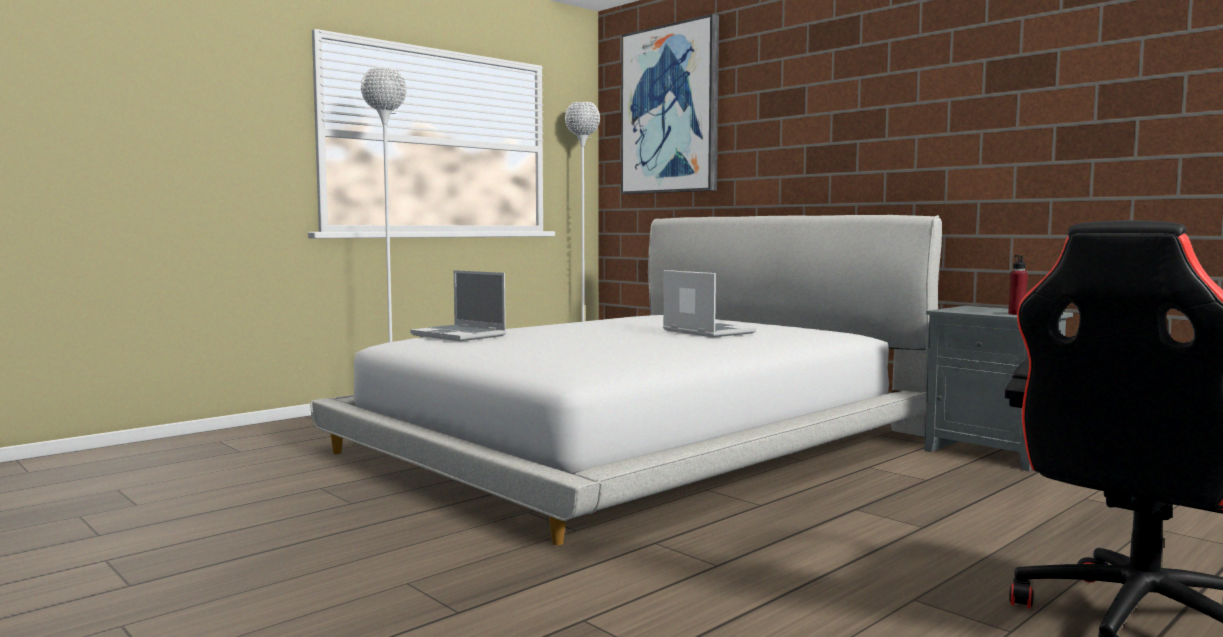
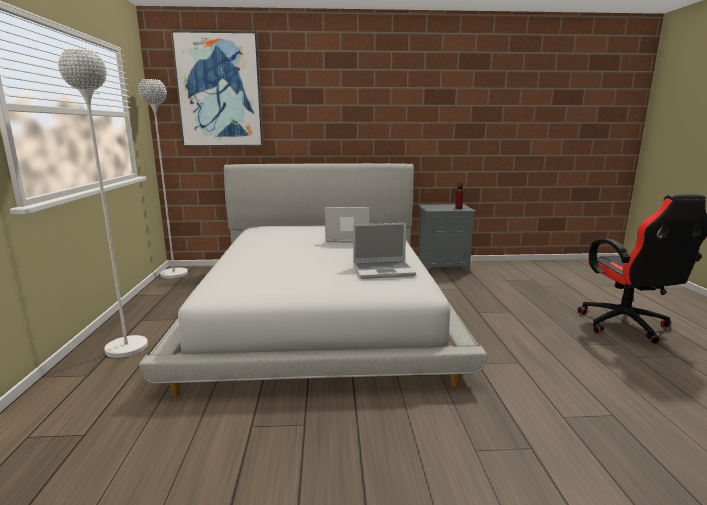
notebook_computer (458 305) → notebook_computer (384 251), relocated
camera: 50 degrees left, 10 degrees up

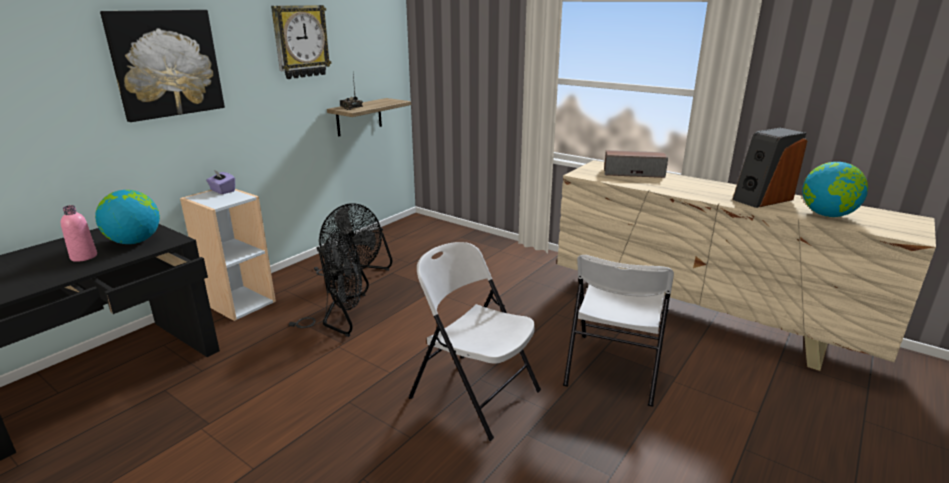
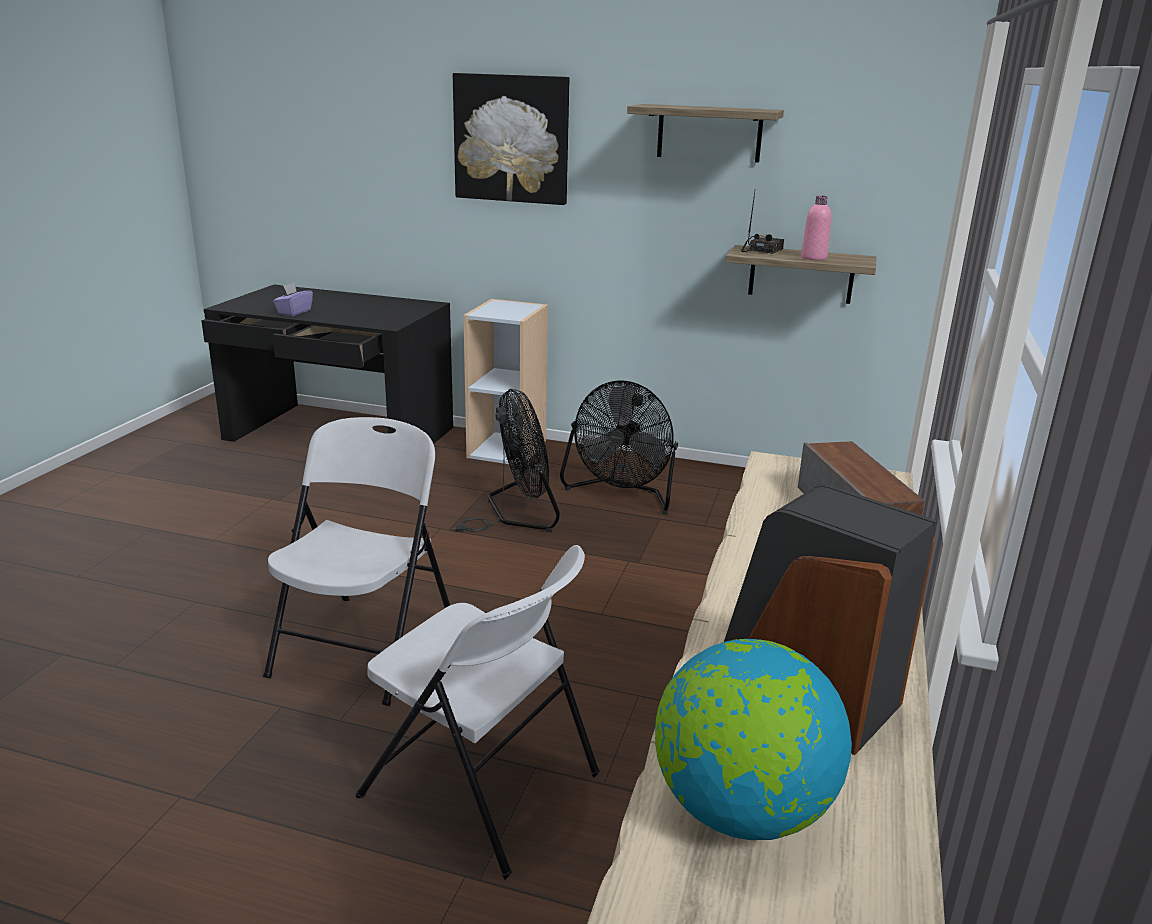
hanging_clock (301 42) → wall_shelf (705 133)
purplish_tissue_holder (220 181) → purplish_tissue_holder (293 299), relocated
world_globe (127 217) → -
pinkish_bottle (79 233) → pinkish_bottle (816 227), relocated
black-coloured_fan (328 284) → black-coloured_fan (506 461), 90 degrees counterclockwise
whitish_plain_chair (618 331) → whitish_plain_chair (478 712), 150 degrees counterclockwise
camera: 70 degrees right, 0 degrees up

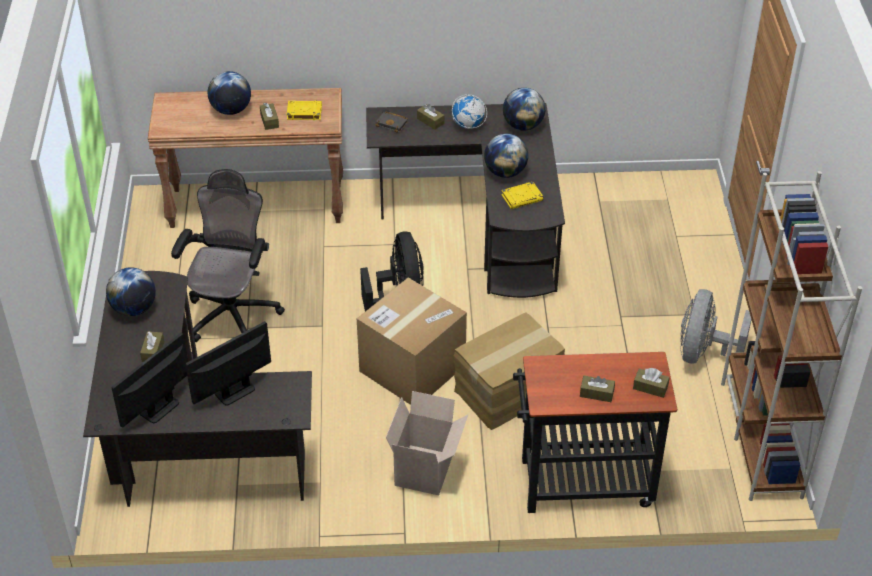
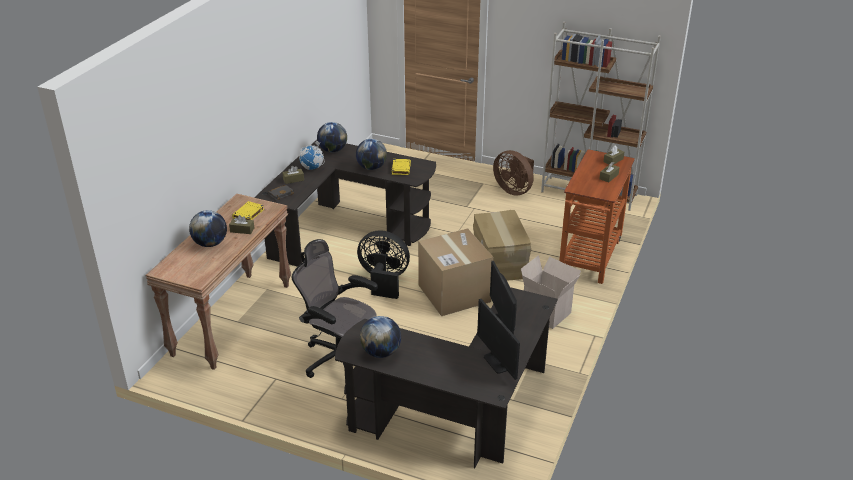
greyish_fan (716 326) → brown_fan (513 173)
brown_tissue_holder (152 346) → -
black-coloured_trolley (595 432) → orangey_trolley (597 216)
camera: 65 degrees left, 10 degrees down

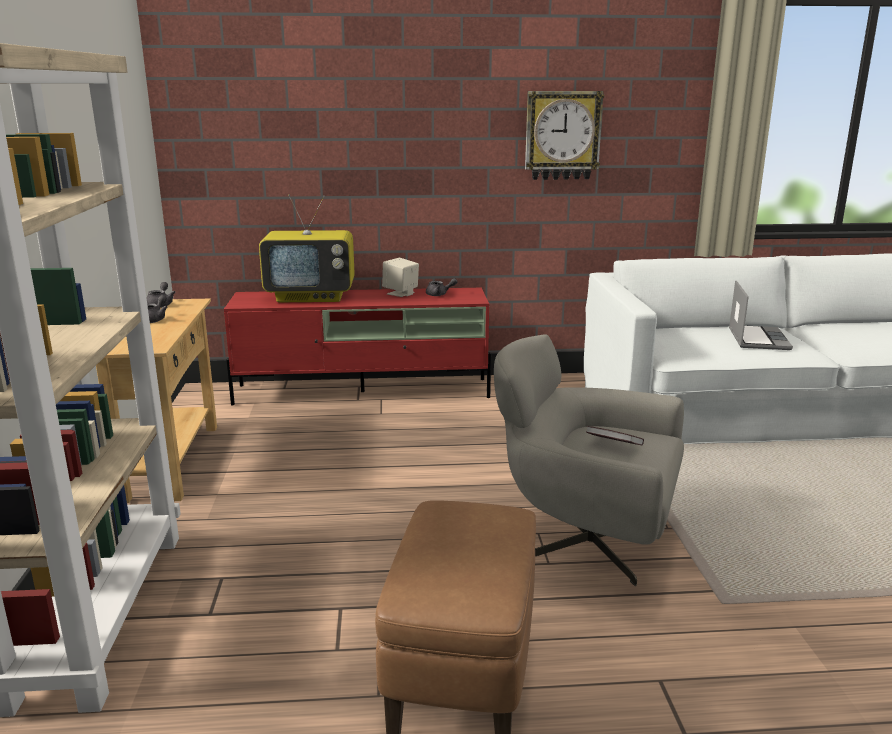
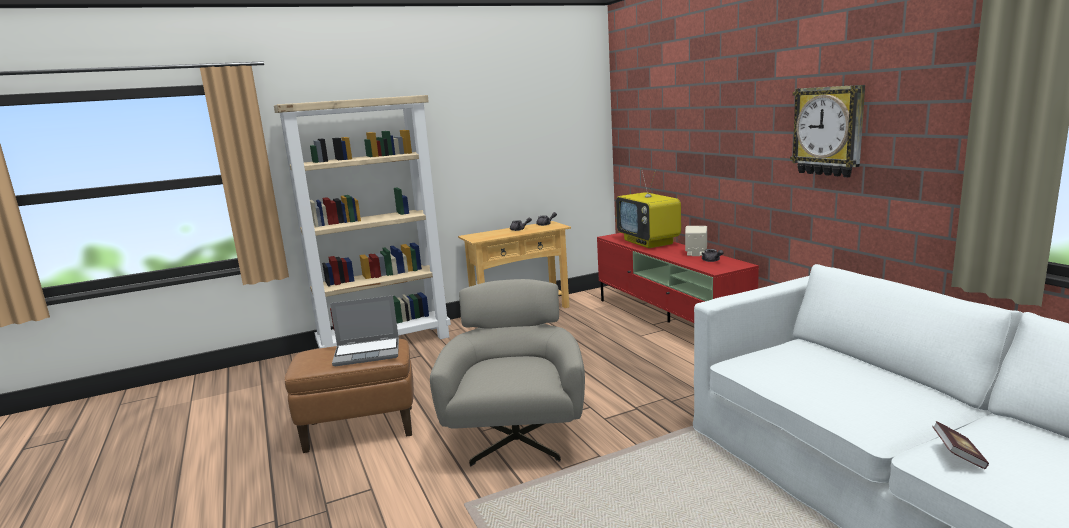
notebook_computer (761 315) → notebook_computer (364 331), relocated
bound_book (615 436) → bound_book (960 445), relocated
camera: 70 degrees right, 5 degrees down

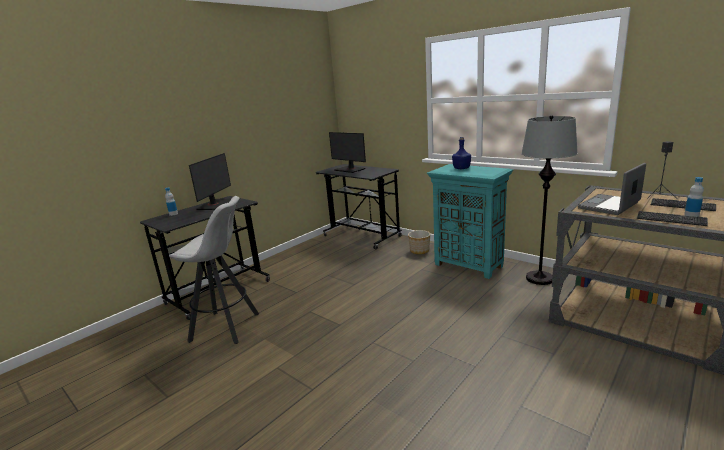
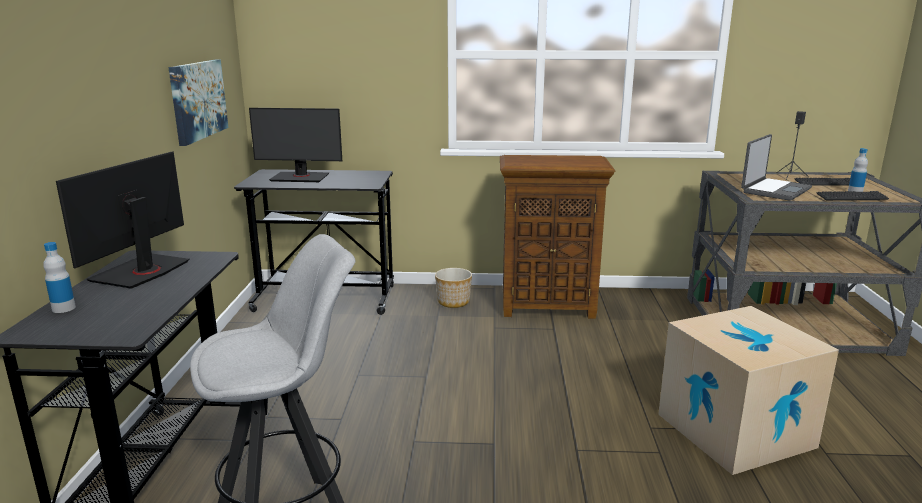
greyish_floor_lamp (549 200) → -
blue_bottle (461 153) → -
monitor (210 181) → monitor (122 220), 135 degrees counterclockwise
notebook_computer (612 189) → notebook_computer (776 167), 150 degrees counterclockwise
turquoise_cabinet (470 221) → brown_cabinet (558 237)
- → wall_art (198 103)
- → packing_box (748 390)
camera: 40 degrees left, 0 degrees up

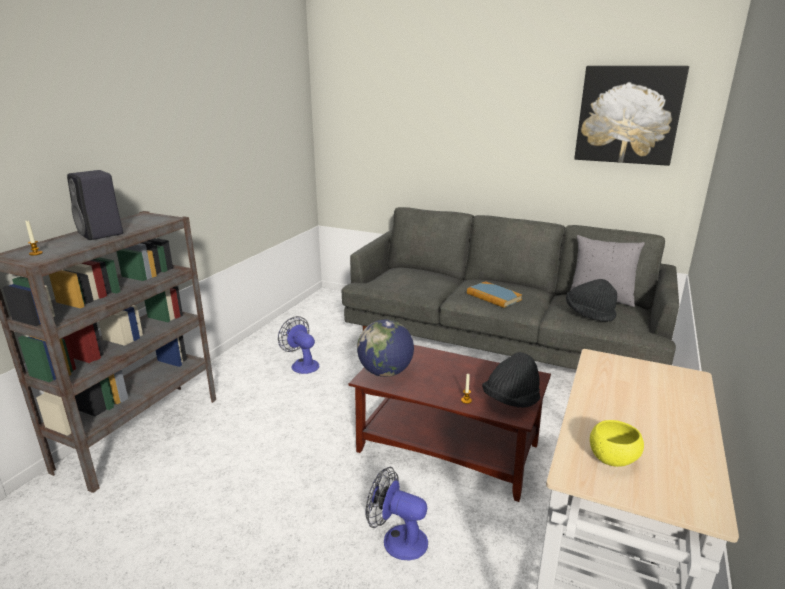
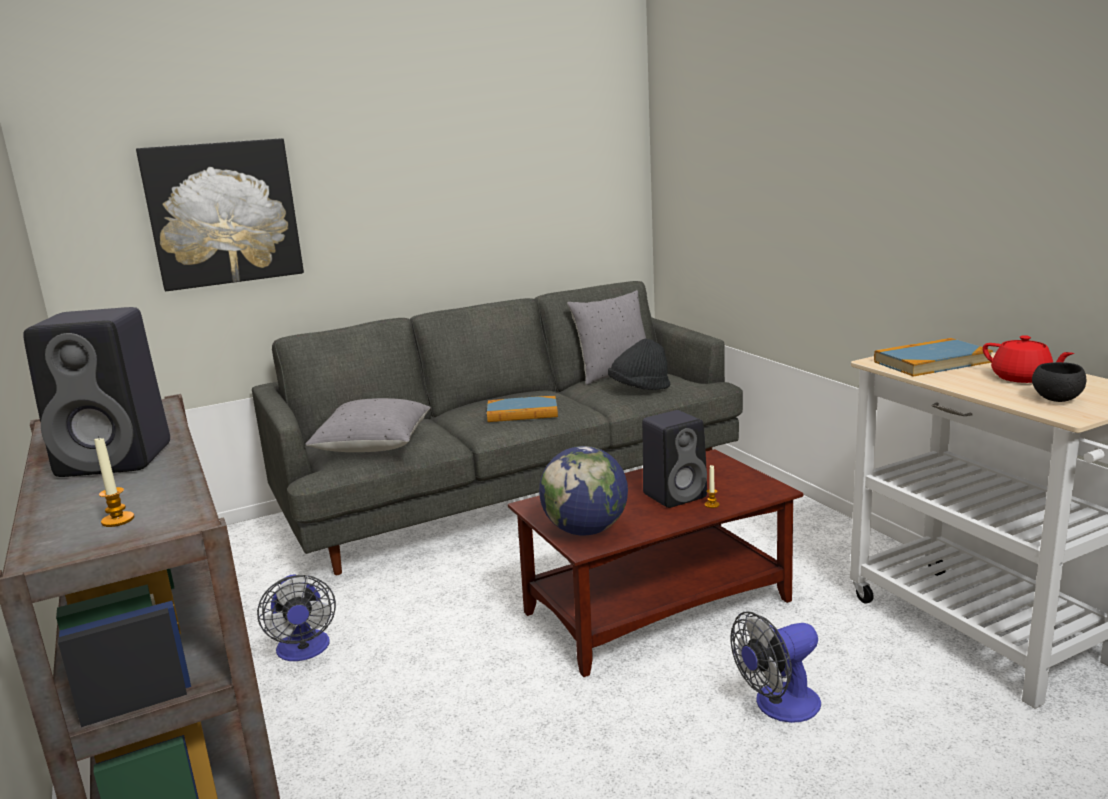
wall_art (631 116) → wall_art (220 214), relocated
fan (298 345) → fan (296 618), 105 degrees counterclockwise
black-coloured_hat (511 380) → -
yellowish_bowl (617 443) → black-coloured_bowl (1059 382)
- → reddish_tea_pot (1028 359)
- → bound_book (933 357)
- → greyish_pillow (368 425)
- → black-coloured_audio_speaker (674 459)
camera: 50 degrees left, 5 degrees down

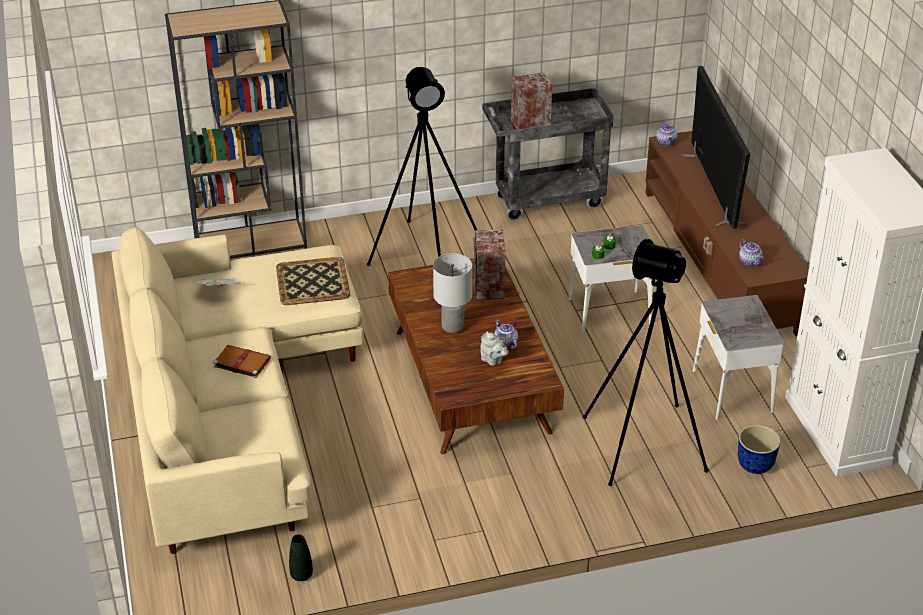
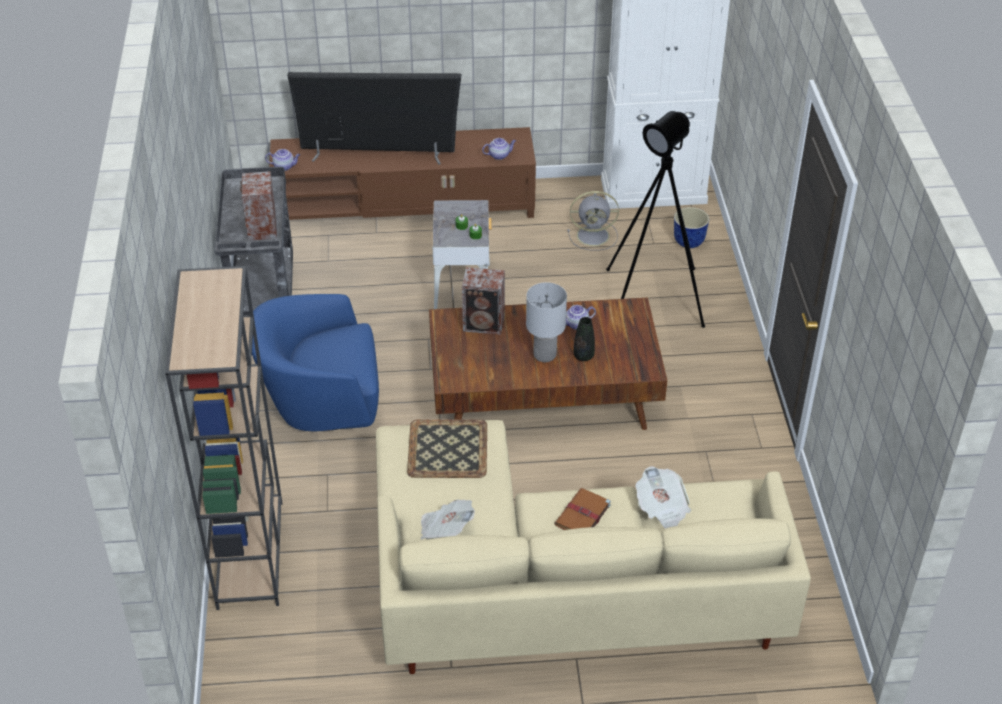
black-coloured_floor_lamp (422 166) → blue_easy_chair (315 362)
side_table (738 357) → greyish_fan (593 221)
greyish_tea_pot (494 349) → -
black-coloured_decorative_vase (301 557) → black-coloured_decorative_vase (584 339), relocated
- → daily_paper (663 497)
camera: 80 degrees left, 5 degrees up

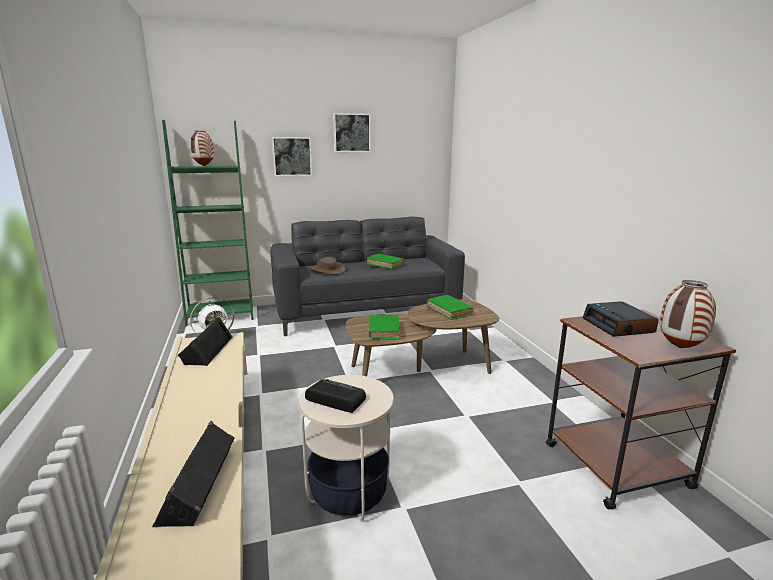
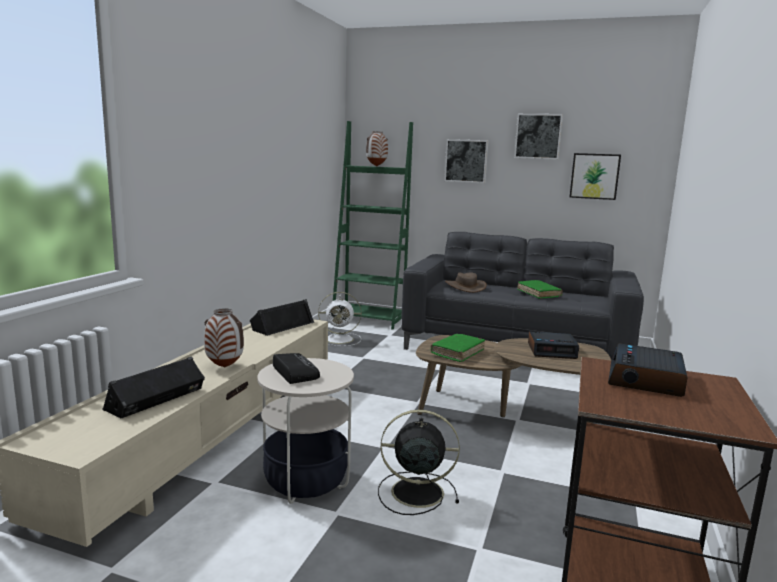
decorative_vase (688 314) → decorative_vase (224 338), relocated
green-coloured_bound_book (450 307) → bedside_clock (553 345)
- → wall_art (595 176)
- → black-coloured_fan (419 462)
camera: 35 degrees right, 5 degrees down

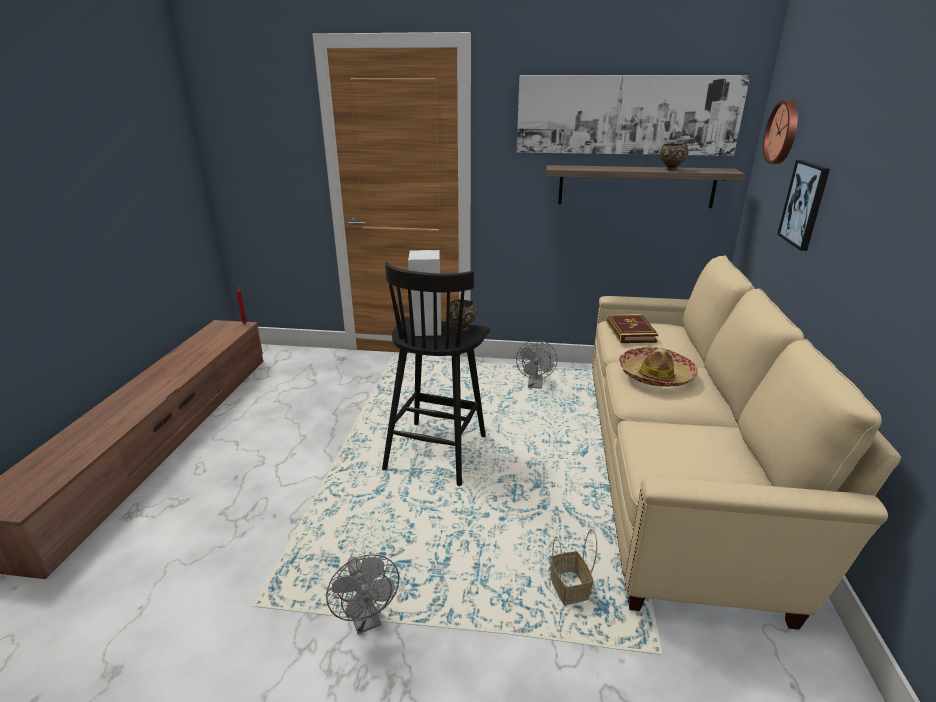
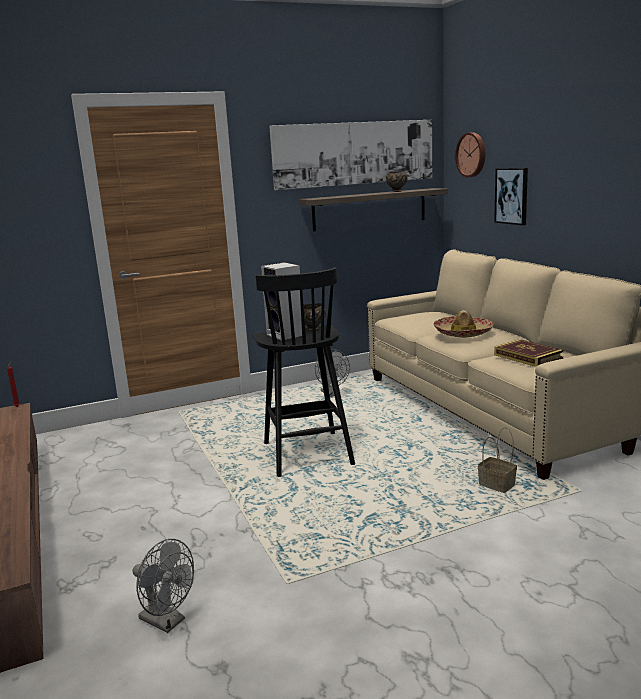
bound_book (632 328) → bound_book (529 353), relocated
greyish_fan (362 594) → greyish_fan (163 586), relocated
camera: 30 degrees left, 10 degrees down

